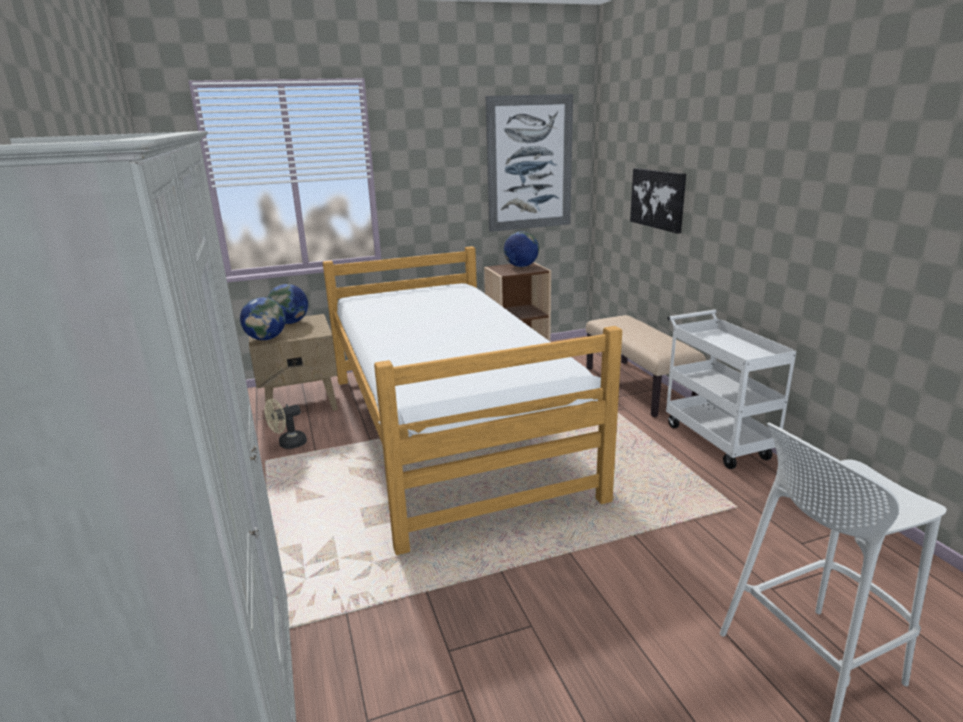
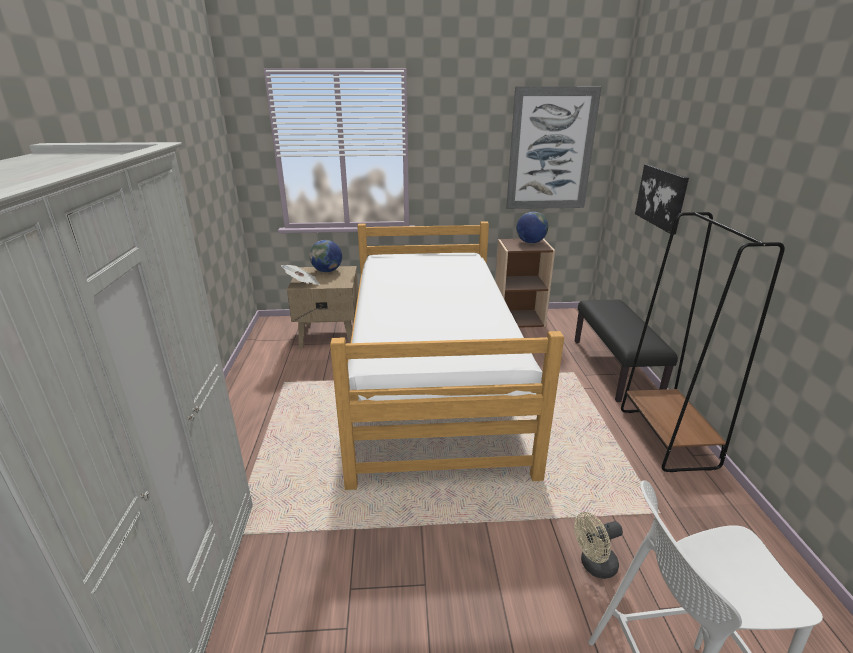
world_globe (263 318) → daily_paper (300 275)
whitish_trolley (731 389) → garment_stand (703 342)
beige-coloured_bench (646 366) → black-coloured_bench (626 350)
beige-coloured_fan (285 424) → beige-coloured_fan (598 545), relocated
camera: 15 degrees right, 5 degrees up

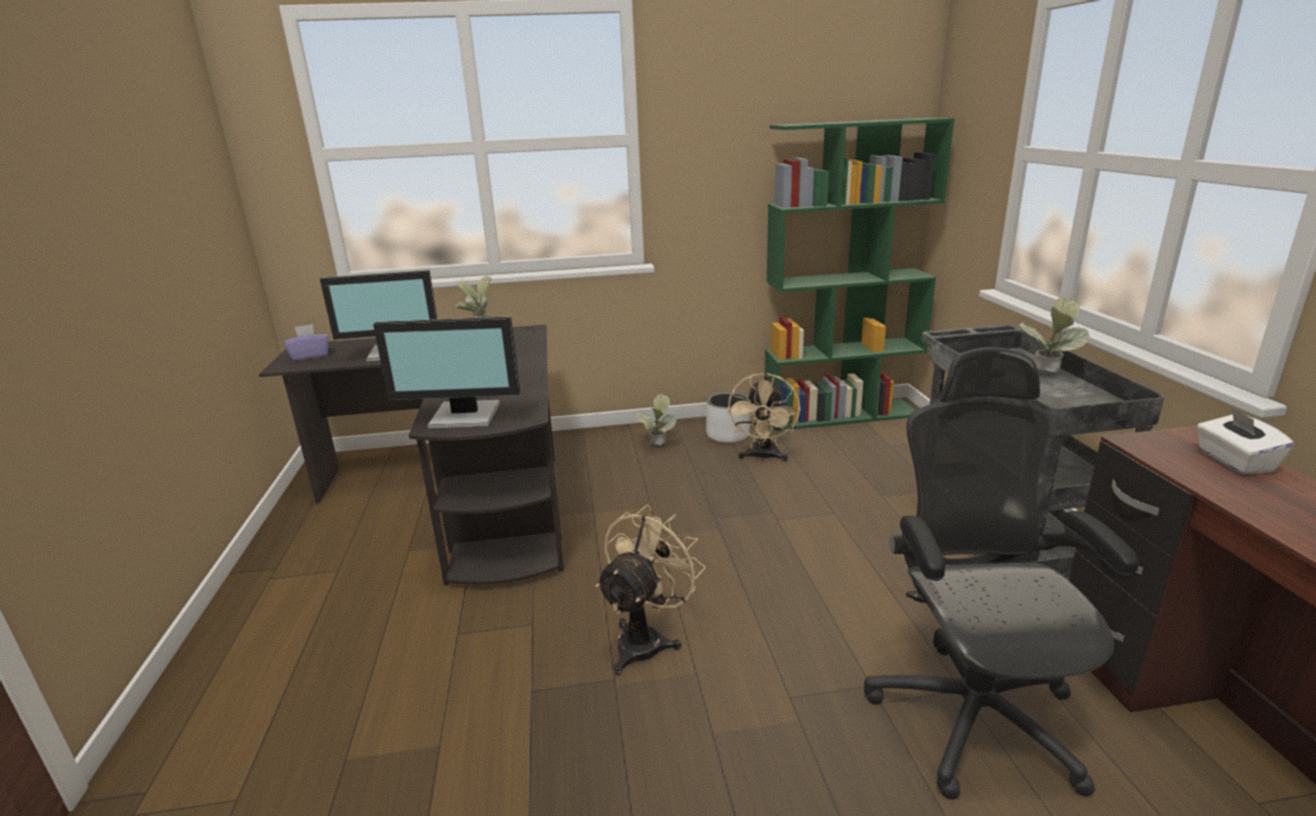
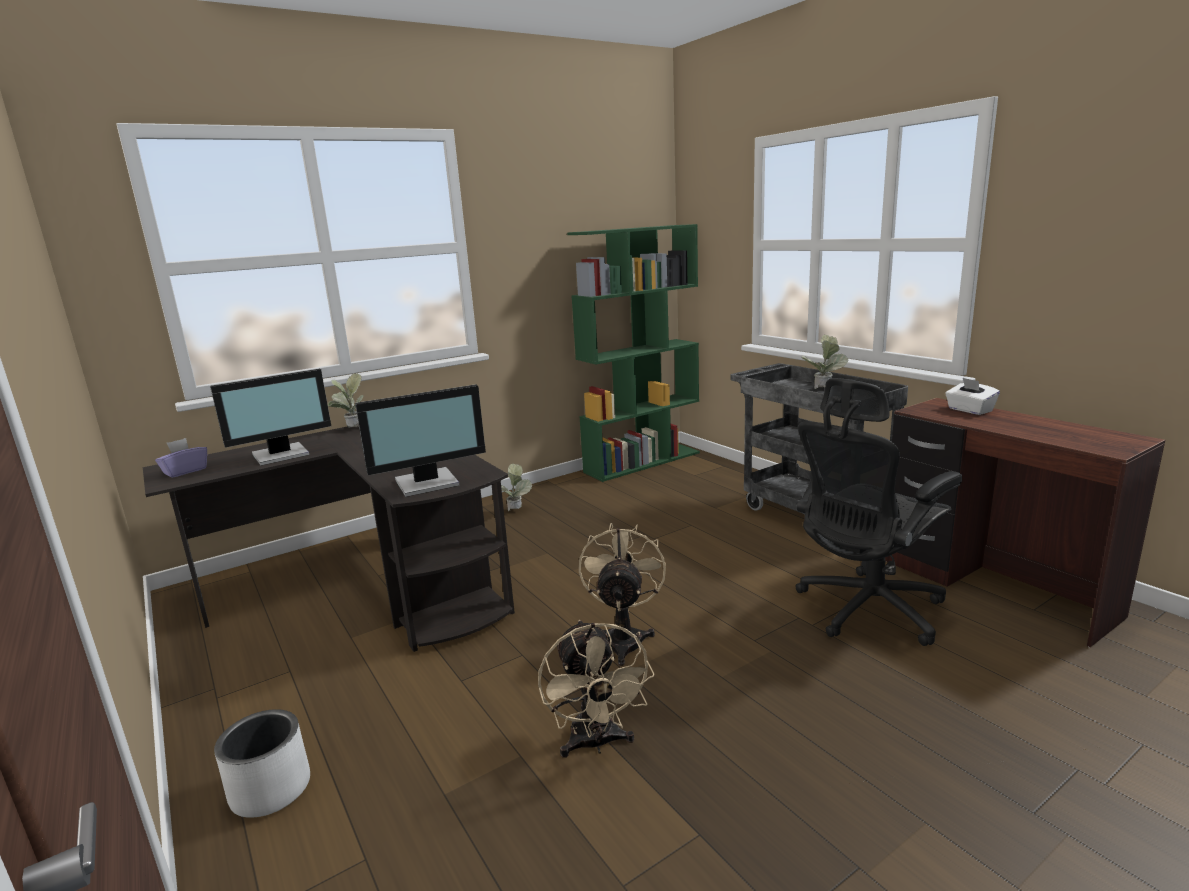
computer_chair (1001 573) → computer_chair (878 512), 105 degrees counterclockwise
beige-coloured_fan (763 417) → beige-coloured_fan (596 689), relocated
whitish_flower_pot (728 417) → whitish_flower_pot (262 763), relocated
camera: 25 degrees left, 5 degrees down

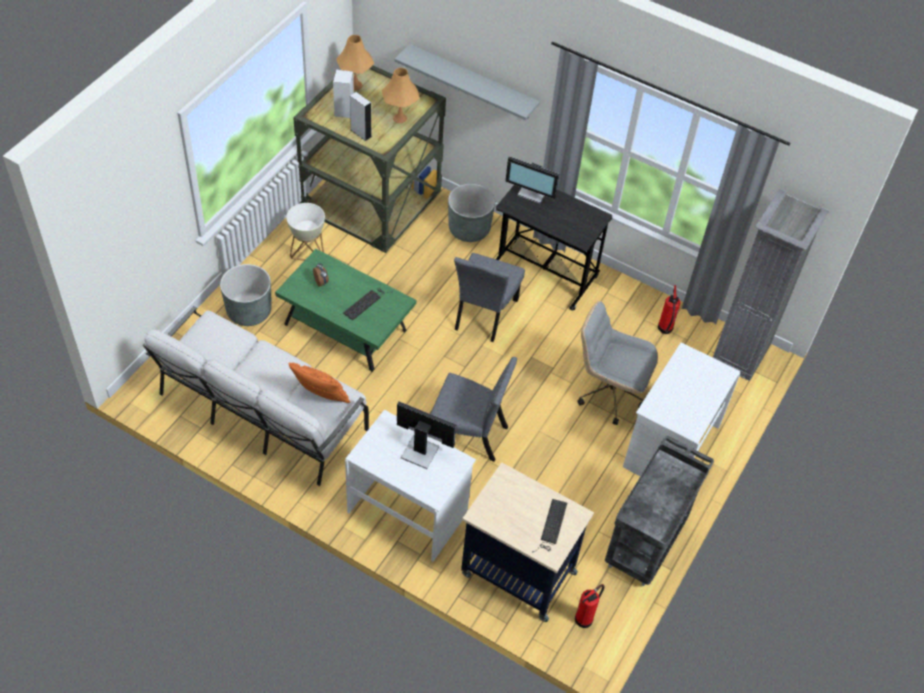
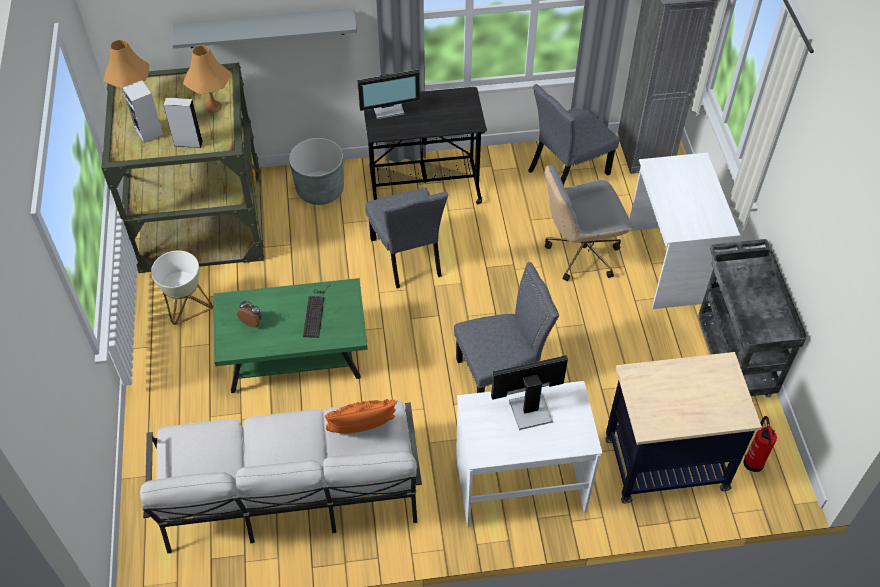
greyish_flower_pot (246 295) → -
fire_extinguisher (669 309) → greyish_plain_chair (573 134)
computer_keyboard (549 525) → -
camera: 35 degrees left, 0 degrees up

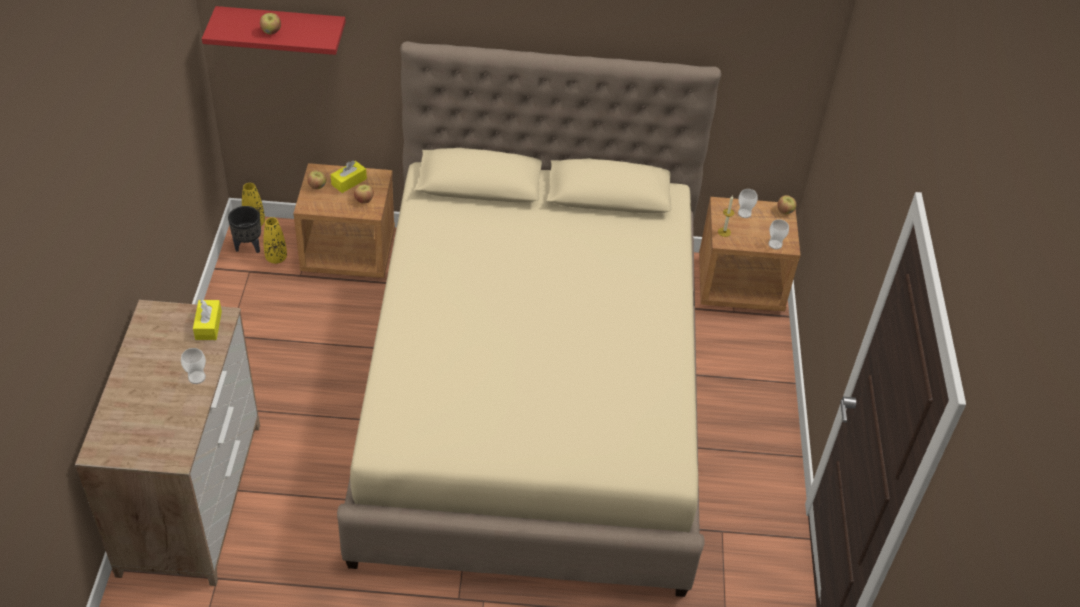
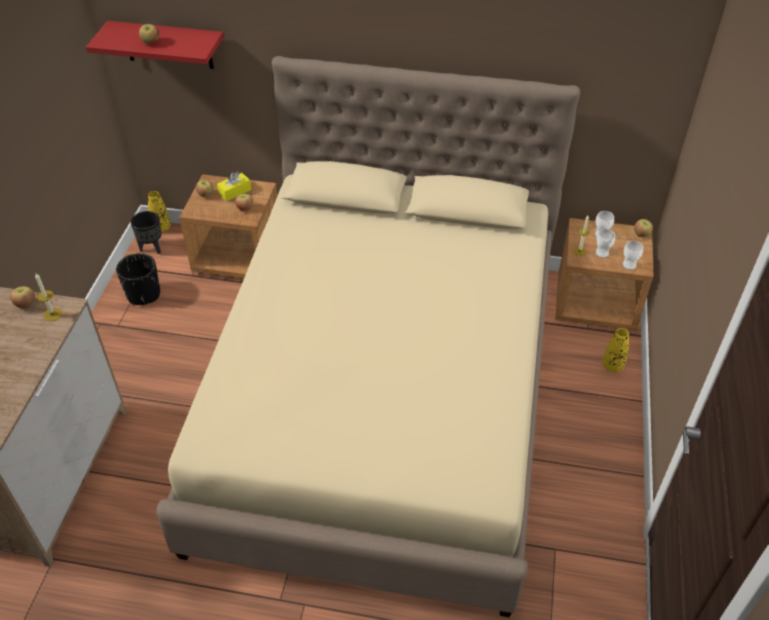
yellowish_decorative_vase (275 240) → yellowish_decorative_vase (615 350), relocated
yellowish_tissue_holder (207 320) → wax_light (48 297)
small_cup (193 366) → small_cup (605 243), relocated
- → black-coloured_flower_pot (138 279)
- → apple_fruit (22 297)
camera: 10 degrees right, 0 degrees up

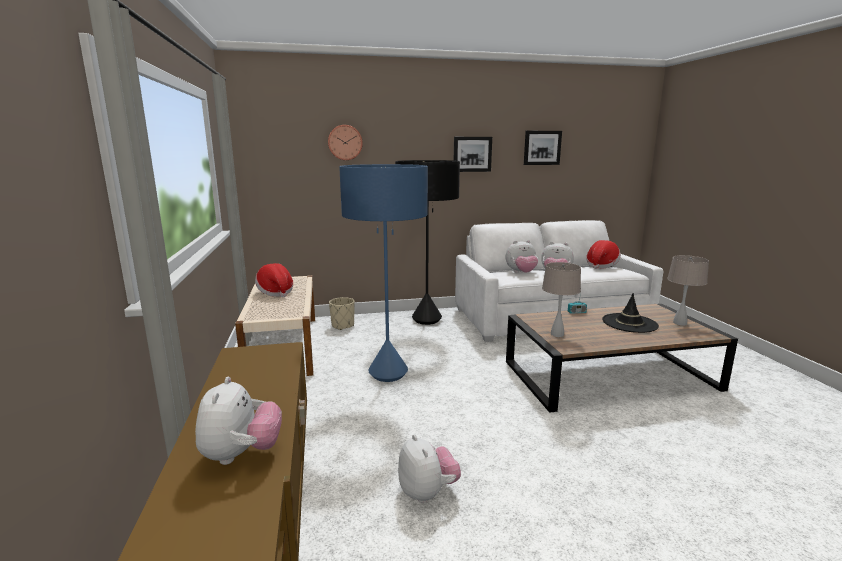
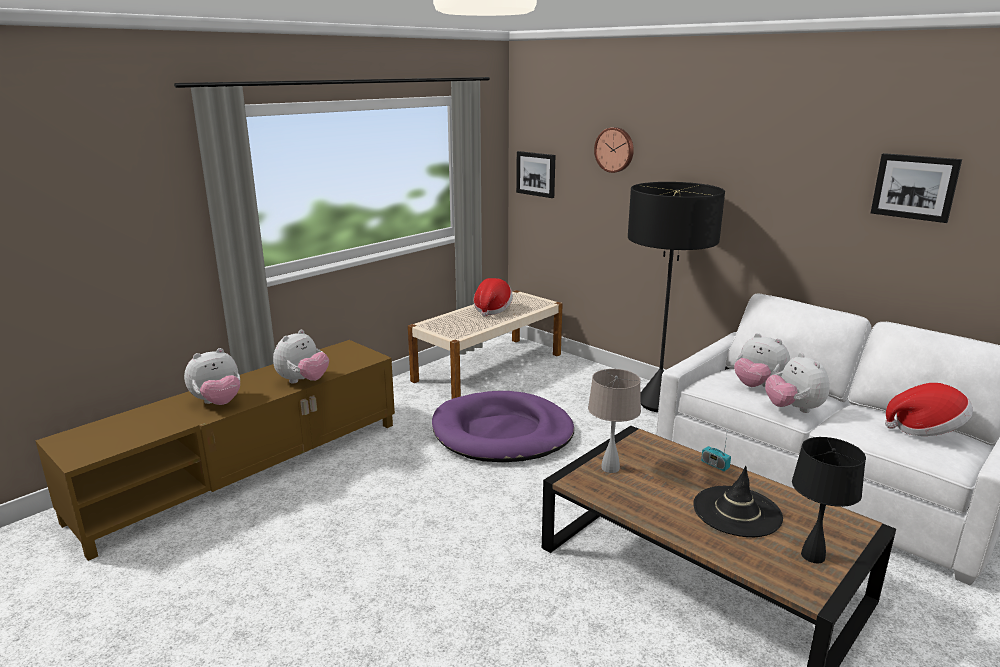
wall_art (473 154) → wall_art (535 174), relocated
blue_floor_lamp (383 273) → purplish_pet_bed (503 426)
beige-coloured_lamp_for_a_table (688 290) → black-coloured_lamp_for_a_table (829 500)
beige-coloured_flower_pot (342 313) → -
cuddly_toy (429 468) → cuddly_toy (301 356), relocated
camera: 55 degrees right, 5 degrees up

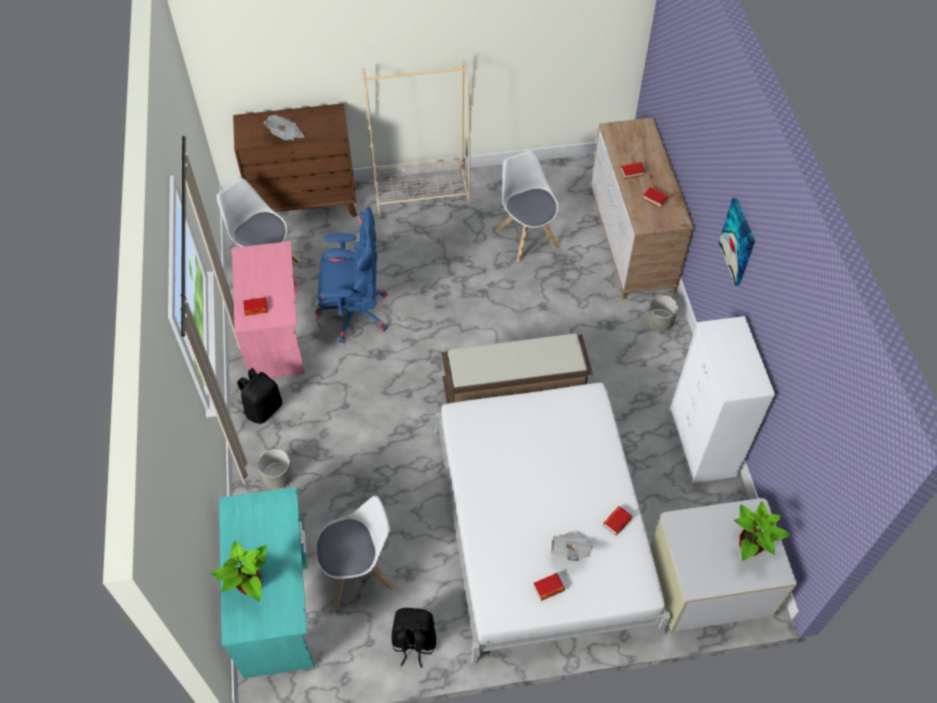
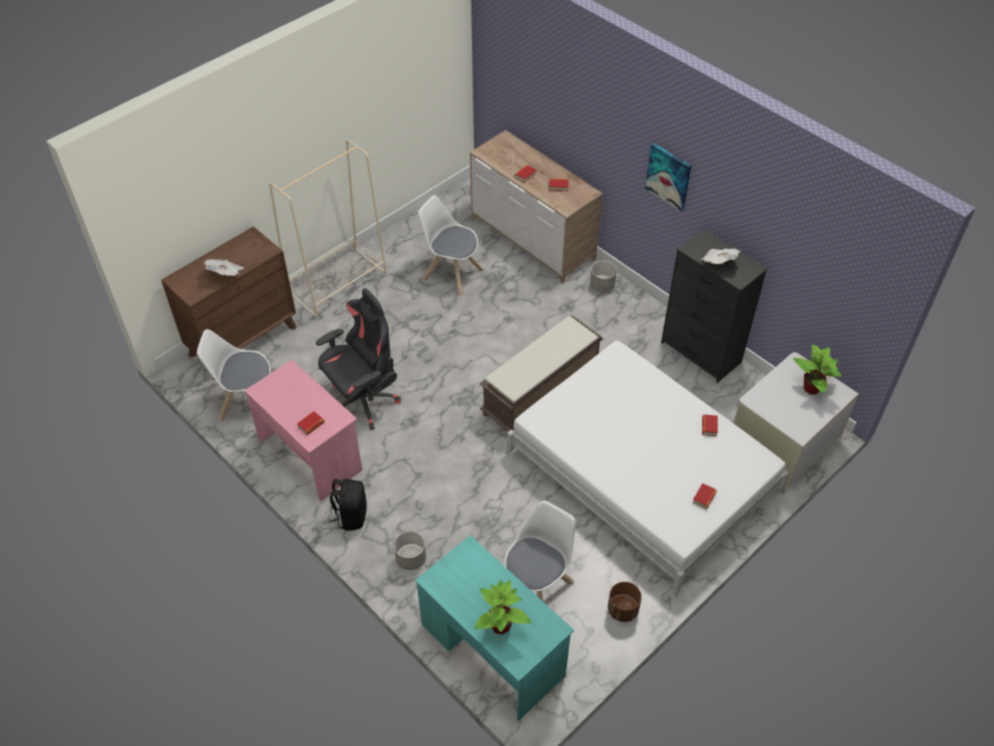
blue_computer_chair (351 275) → black-coloured_computer_chair (358 359)
whitish_chest_of_drawers (722 399) → black-coloured_chest_of_drawers (714 306)
daily_paper (572 546) → daily_paper (721 256), relocated
black-coloured_rucksack (414 638) → brown_flower_pot (625 602)
camera: 35 degrees left, 5 degrees down

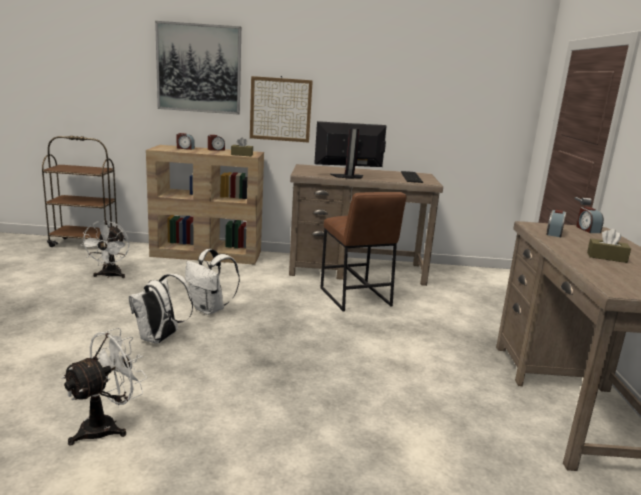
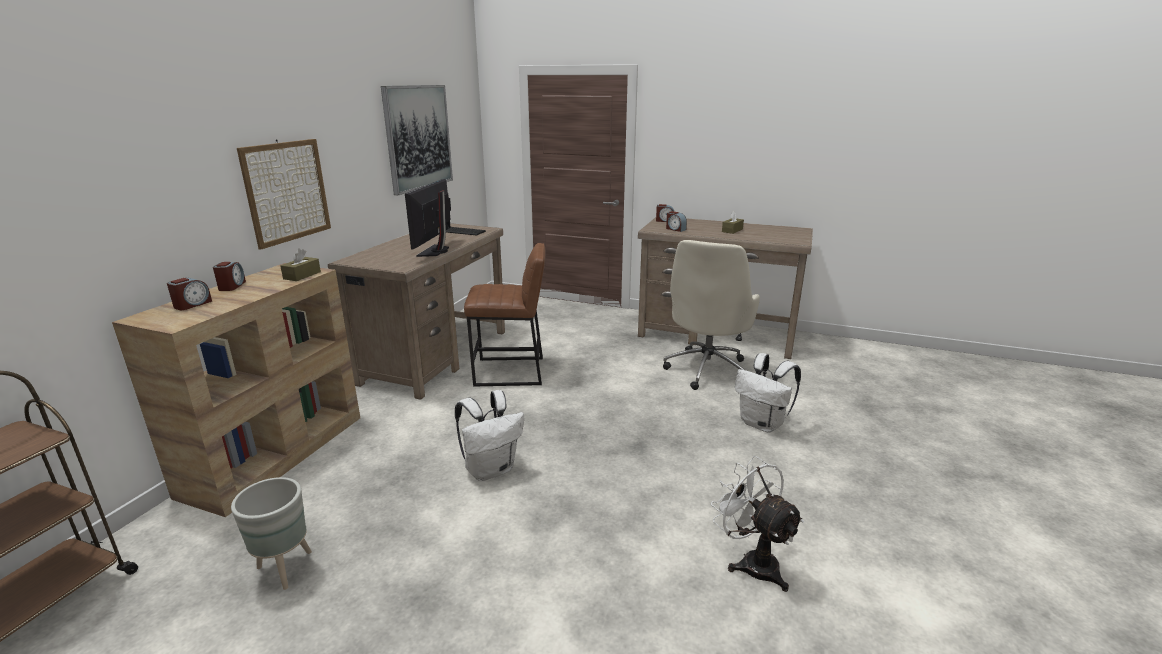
wall_art (198 68) → wall_art (417 140), relocated
whitish_fan (104 249) → greyish_flower_pot (271 533)
whitish_rucksack (160 309) → whitish_rucksack (768 392), relocated
- → beige-coloured_computer_chair (711 315)
camera: 70 degrees left, 5 degrees up

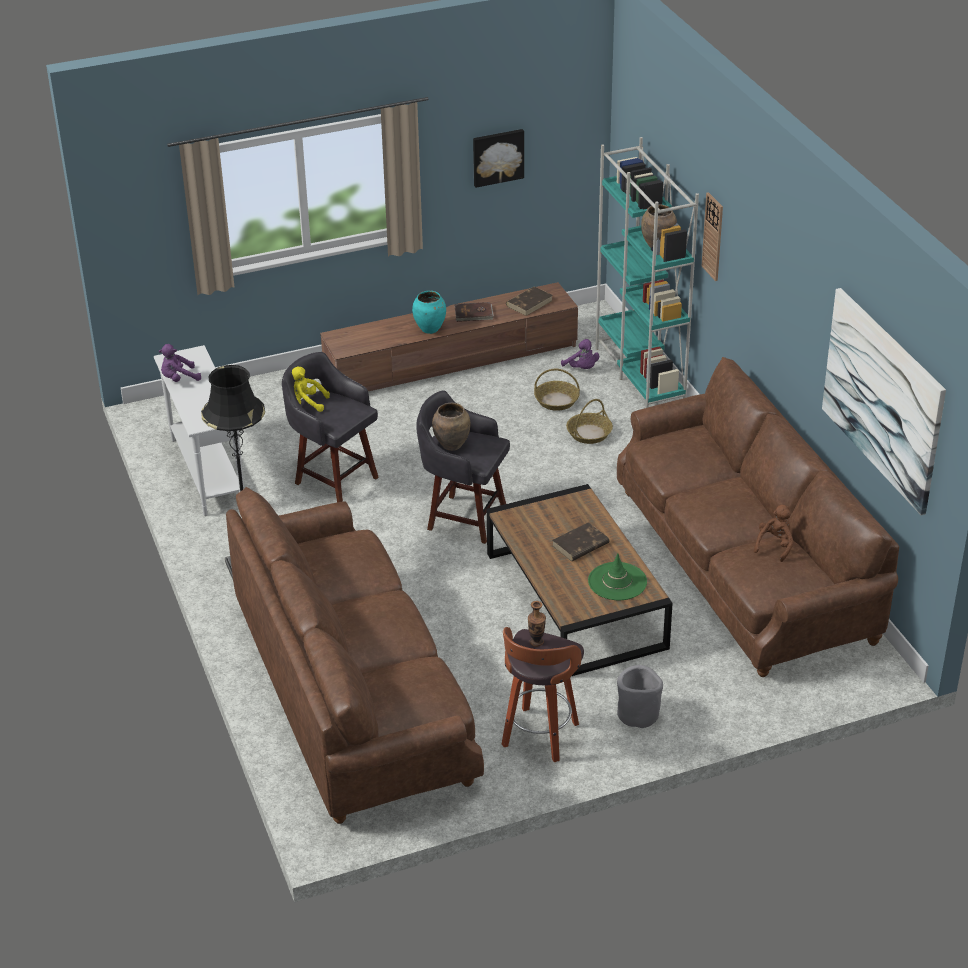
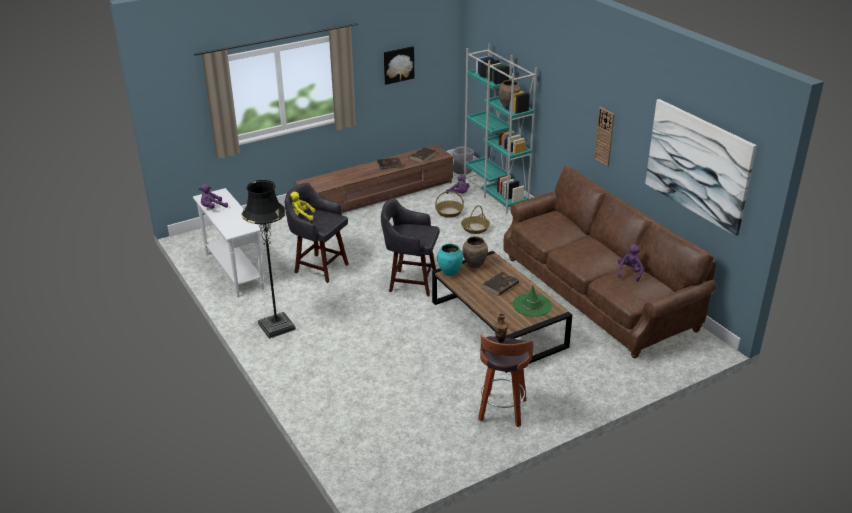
hanging_clock (712 236) → hanging_clock (604 137), relocated
turquoise_decorative_vase (429 312) → turquoise_decorative_vase (450 260), relocated
brown_decorative_vase (451 427) → brown_decorative_vase (475 252), relocated
brown_settee (355 655) → -
brown_cuddly_toy (774 533) → purplish_cuddly_toy (631 263)
greyish_flower_pot (640 696) → greyish_flower_pot (463 160), relocated
camera: 10 degrees left, 5 degrees down

